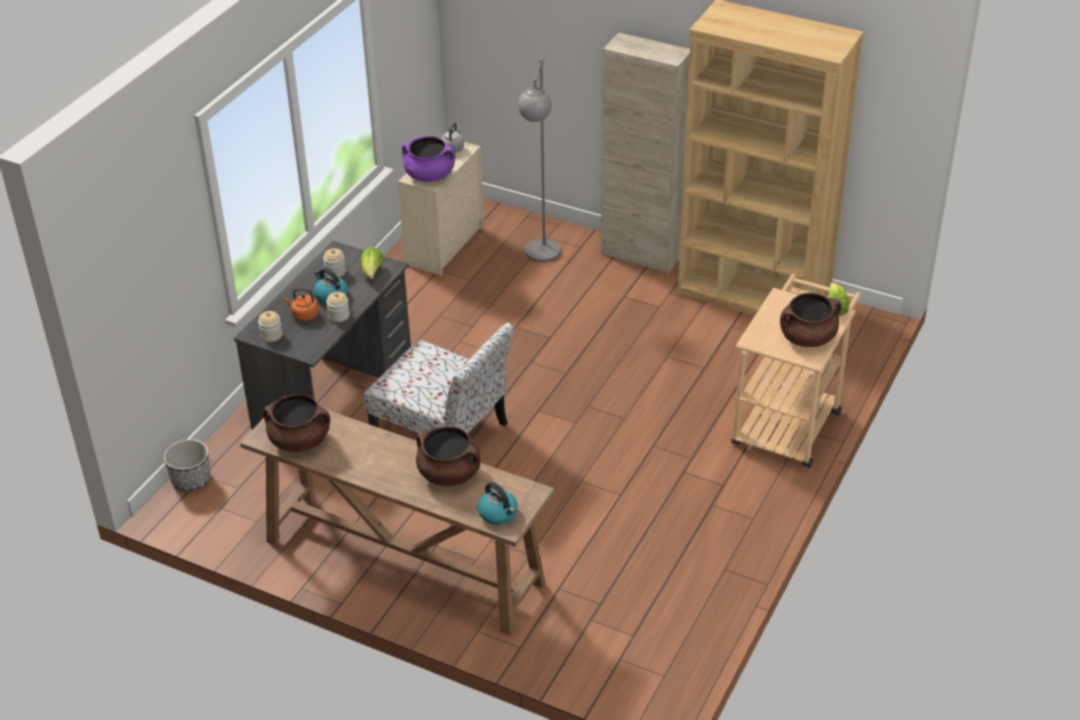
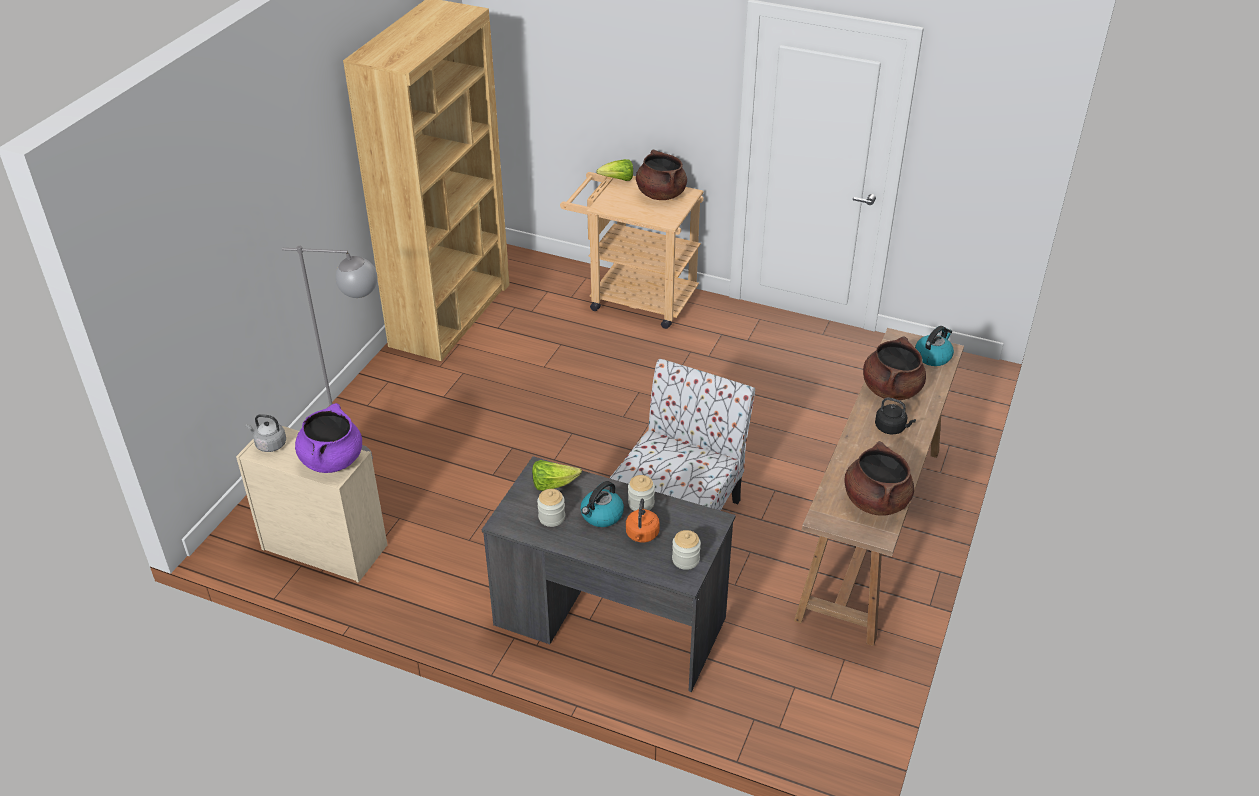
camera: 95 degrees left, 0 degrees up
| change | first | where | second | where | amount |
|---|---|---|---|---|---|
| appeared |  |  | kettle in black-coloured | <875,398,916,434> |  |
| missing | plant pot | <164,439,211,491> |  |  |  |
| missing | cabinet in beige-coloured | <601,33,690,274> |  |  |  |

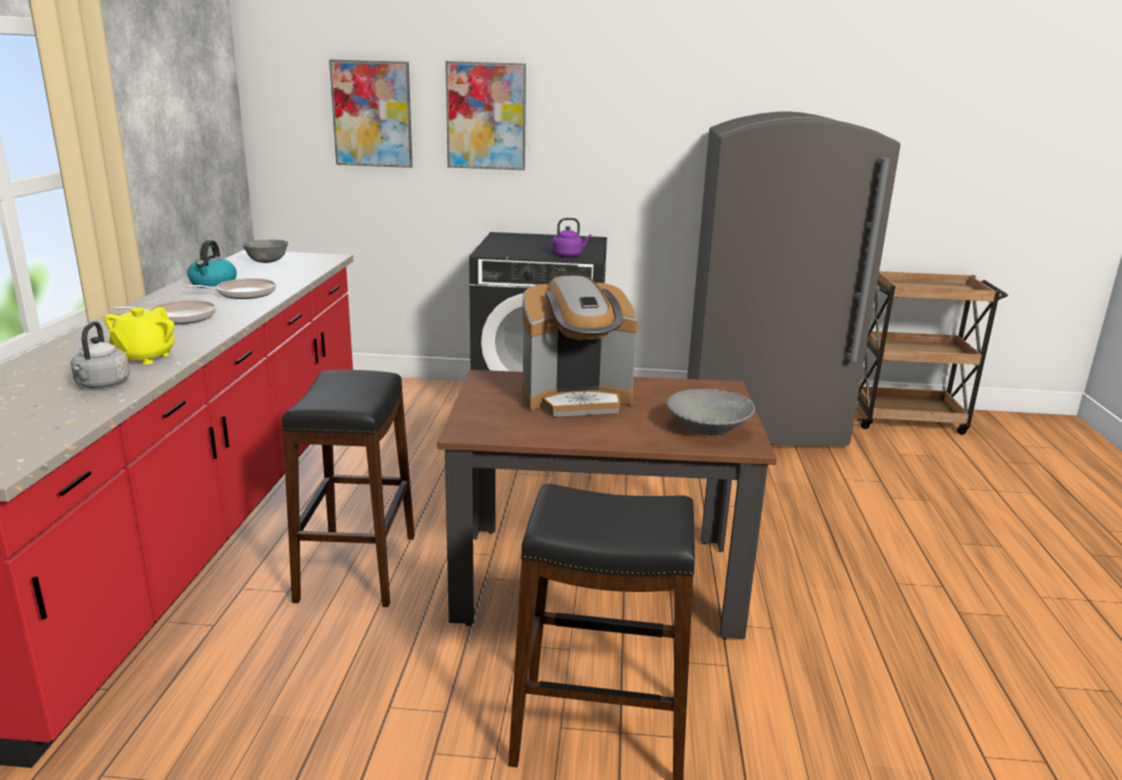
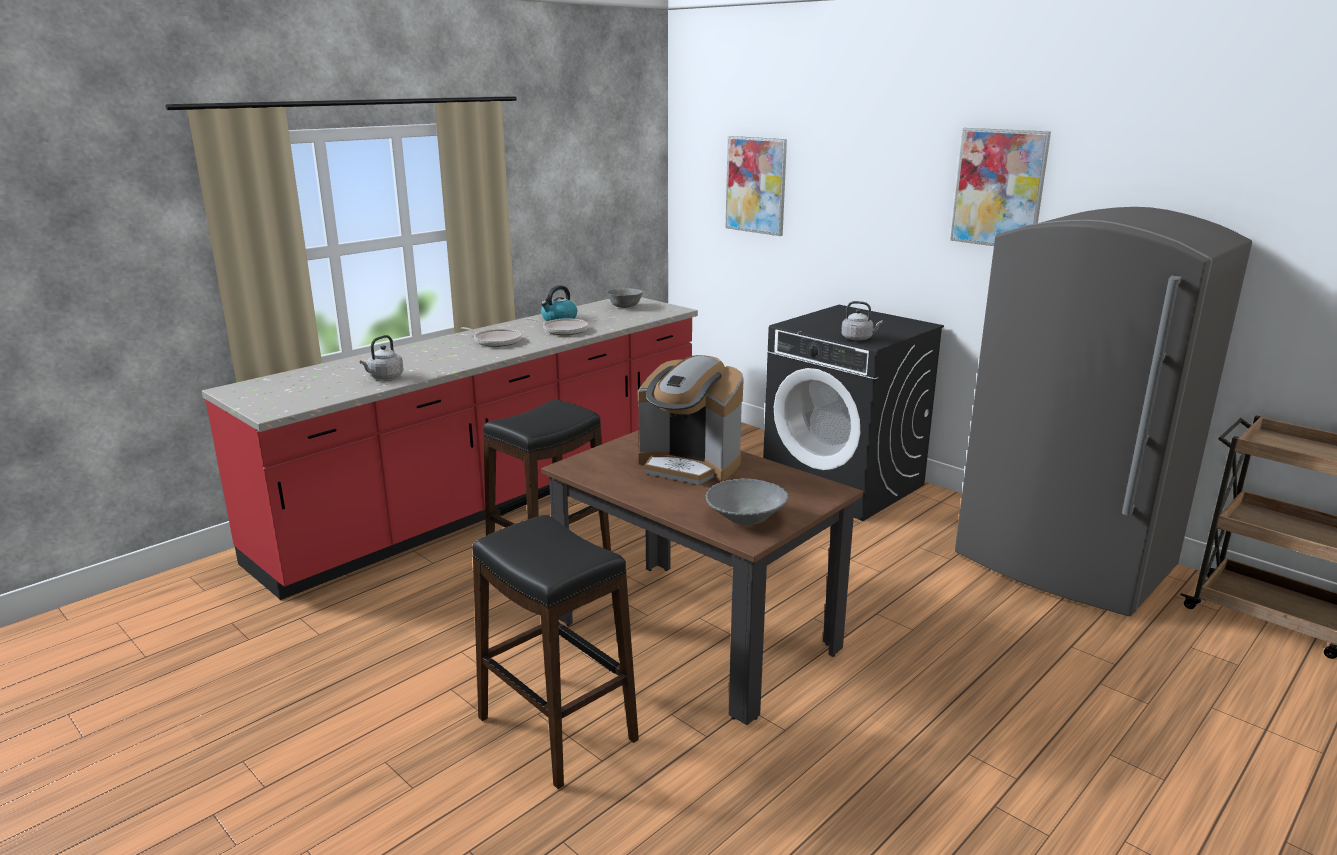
camera: 40 degrees right, 0 degrees up
| change | first | where | second | where | amount |
|---|---|---|---|---|---|
| colour | kettle in purplish | <552,218,592,258> | kettle in greyish | <841,301,883,341> |  |
| relocated | picture | <445,61,526,170> |  | <950,128,1051,246> |  |
| missing | tea pot in yellow-coloured | <104,307,174,365> |  |  |  |

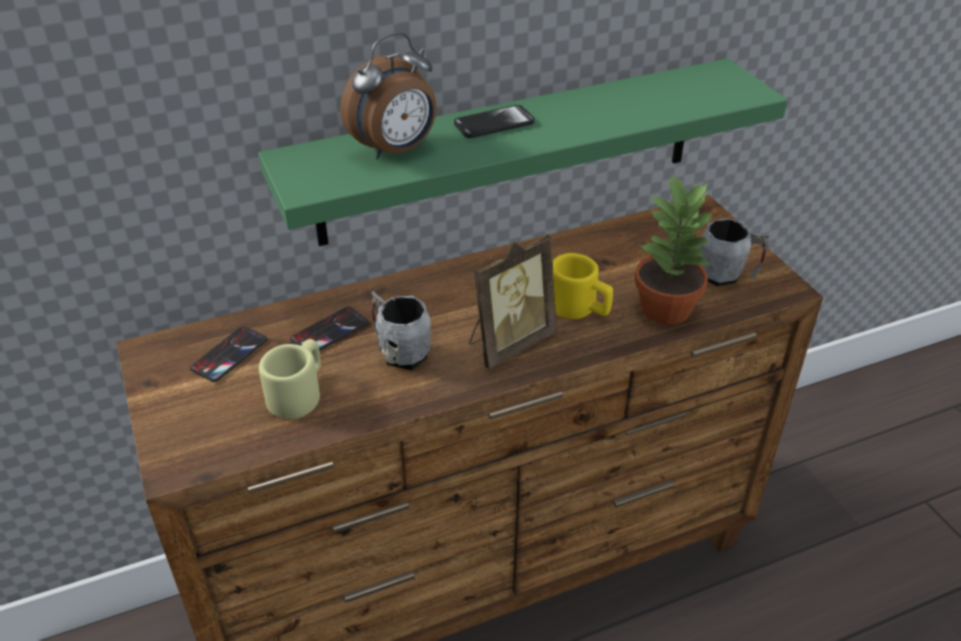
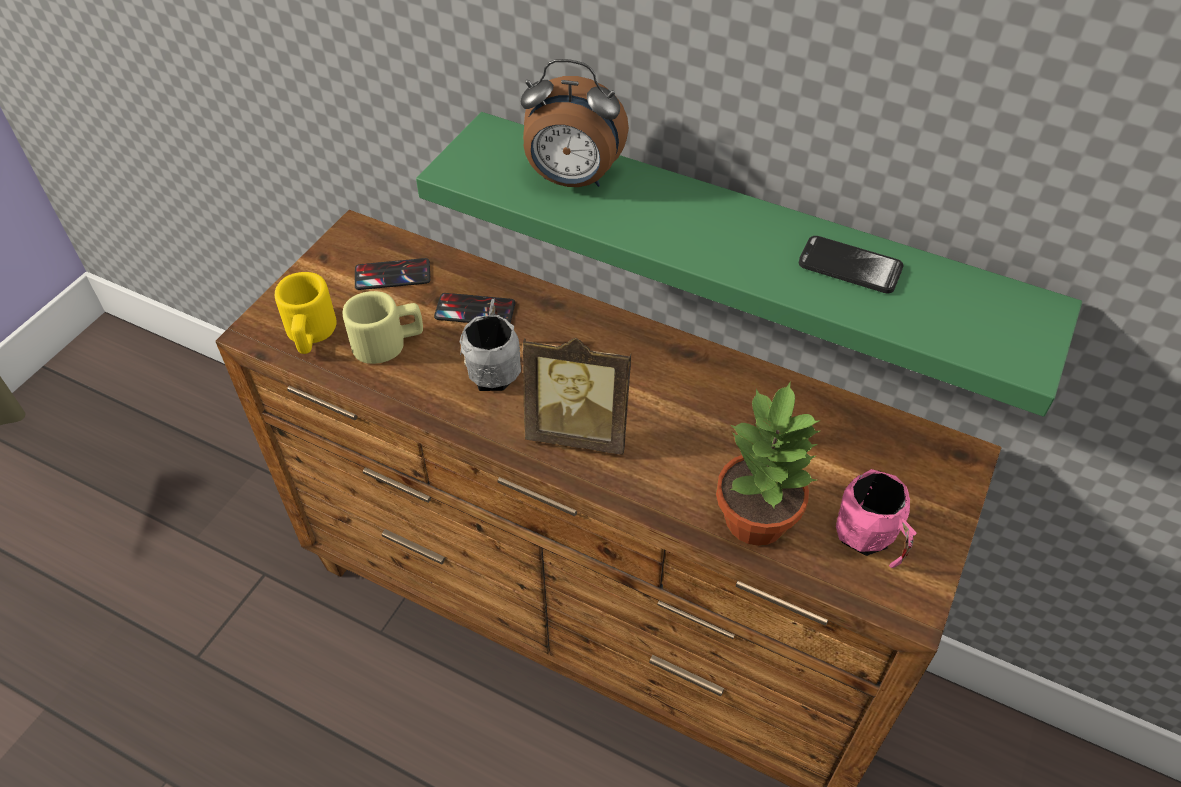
camera: 50 degrees right, 10 degrees up
| change | first | where | second | where | amount |
|---|---|---|---|---|---|
| relocated | mug in yellow-coloured | <553,253,613,319> |  | <275,272,337,354> |  |
| relocated | phone | <454,105,535,138> |  | <799,236,903,293> |  |
| colour | mug in greyish | <701,219,770,286> | mug in pink-coloured | <836,469,917,568> |  |

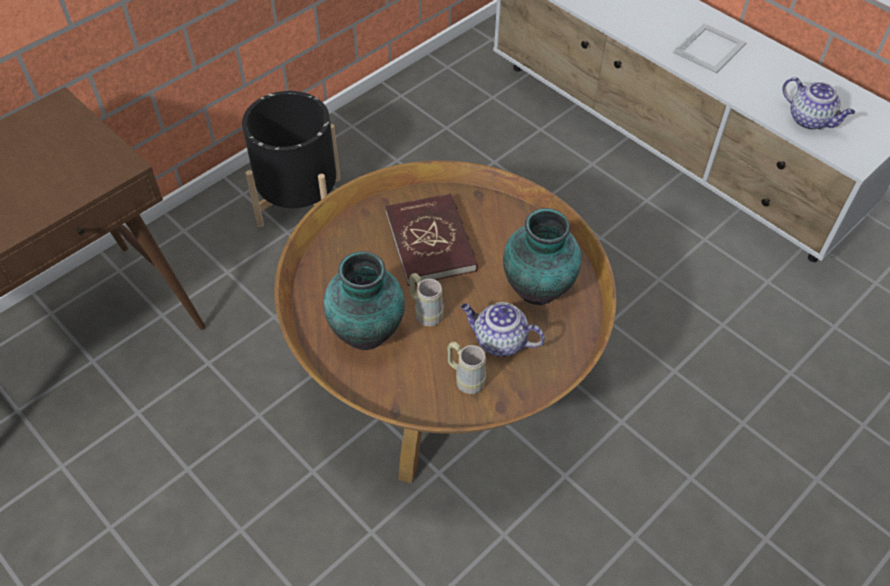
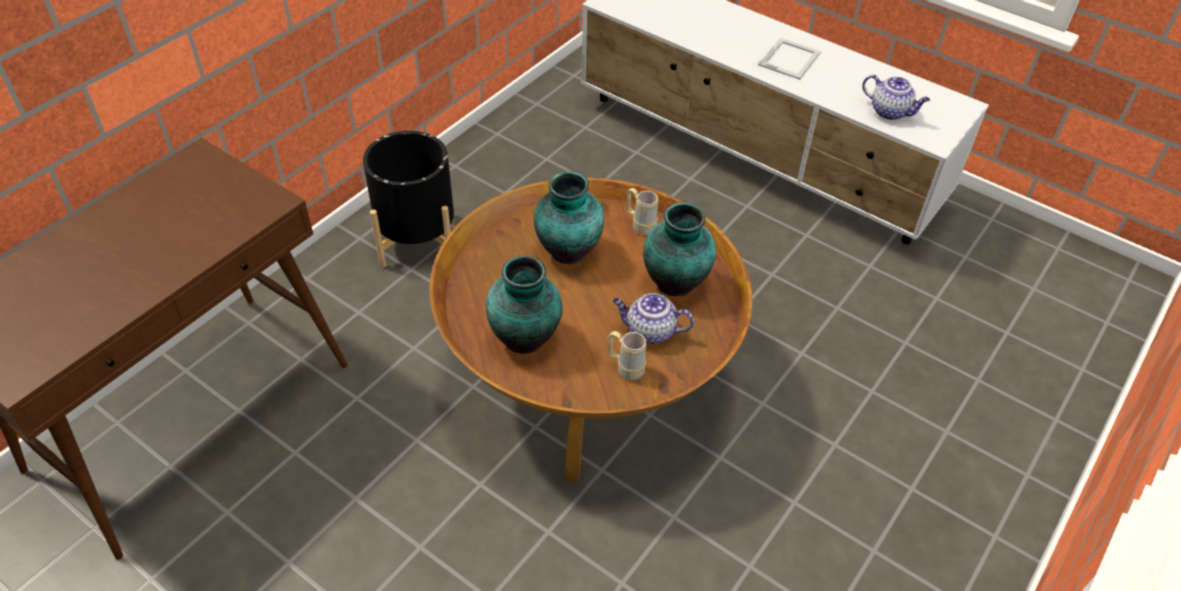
camera: 10 degrees left, 5 degrees down
| change | first | where | second | where | amount |
|---|---|---|---|---|---|
| exchanged | bound book in red-coloured | <385,193,478,286> | flower vase | <534,171,604,264> |  |
| relocated | mug in beige-coloured | <409,273,444,326> |  | <626,188,658,235> |  |

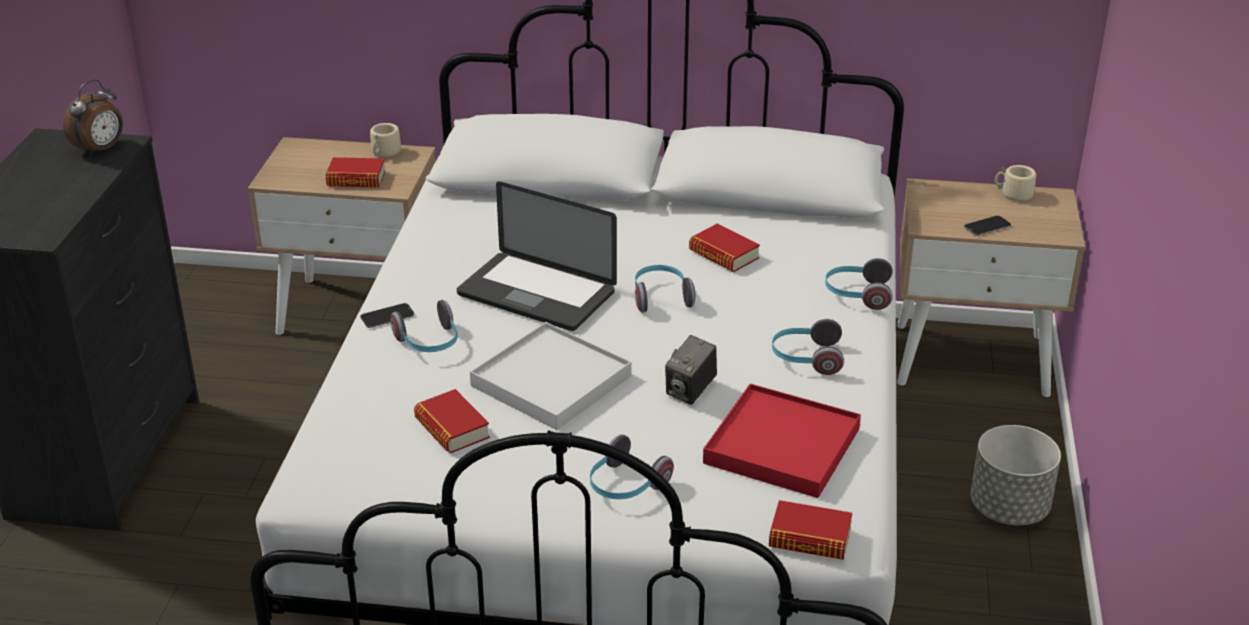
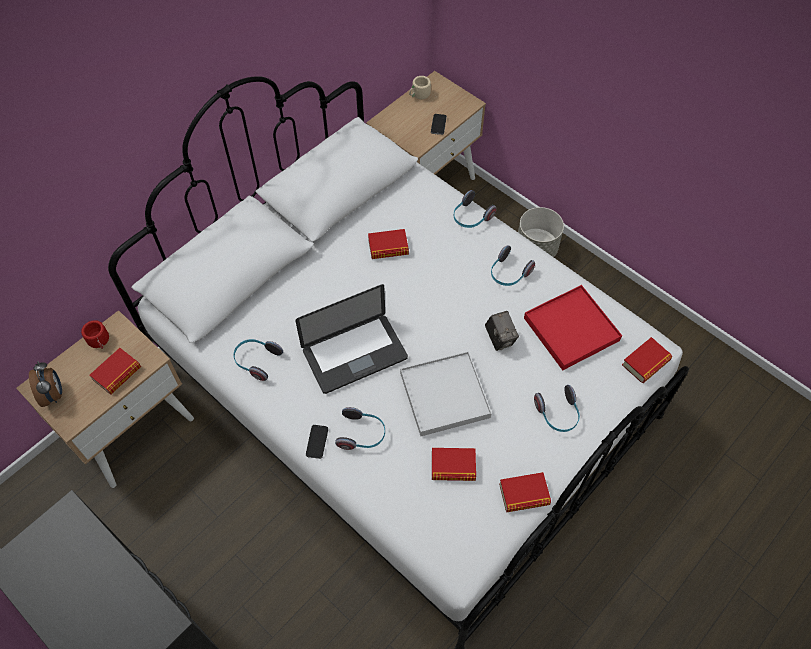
camera: 55 degrees left, 25 degrees up
| change | first | where | second | where | amount |
|---|---|---|---|---|---|
| relocated | alarm clock | <63,79,123,156> |  | <29,361,62,407> |  |
| colour | mug in beige-coloured | <370,123,410,157> | mug in red-coloured | <81,320,109,349> |  |
| relocated | headphones | <635,265,695,313> |  | <233,339,283,381> |  |
| appeared |  |  | bound book | <499,472,551,512> |  |

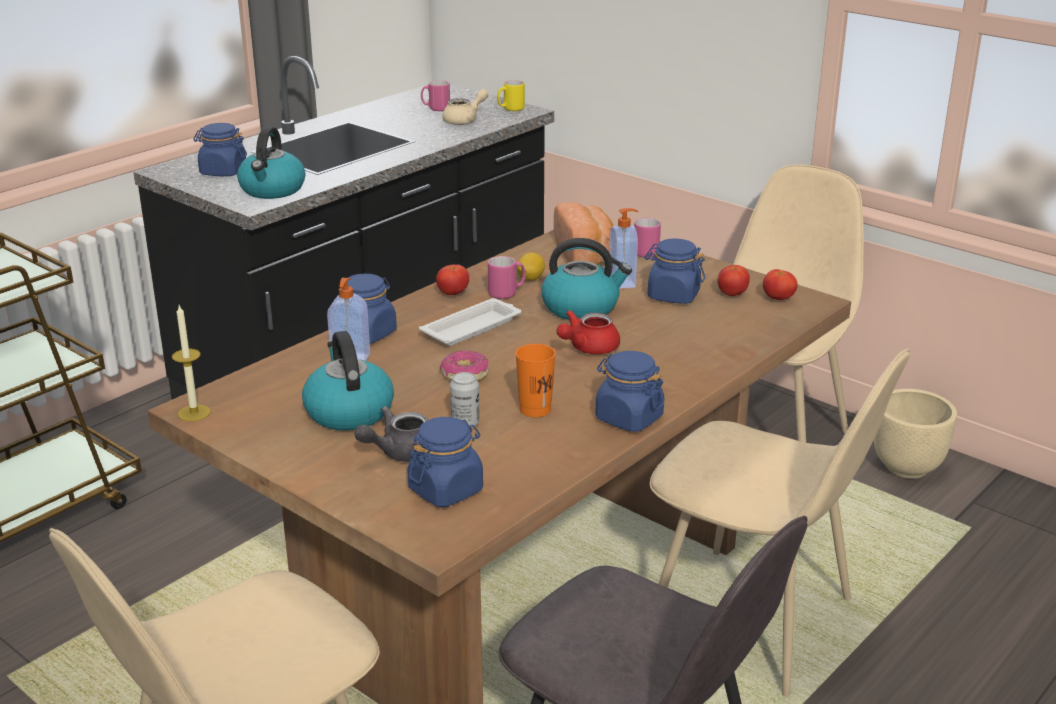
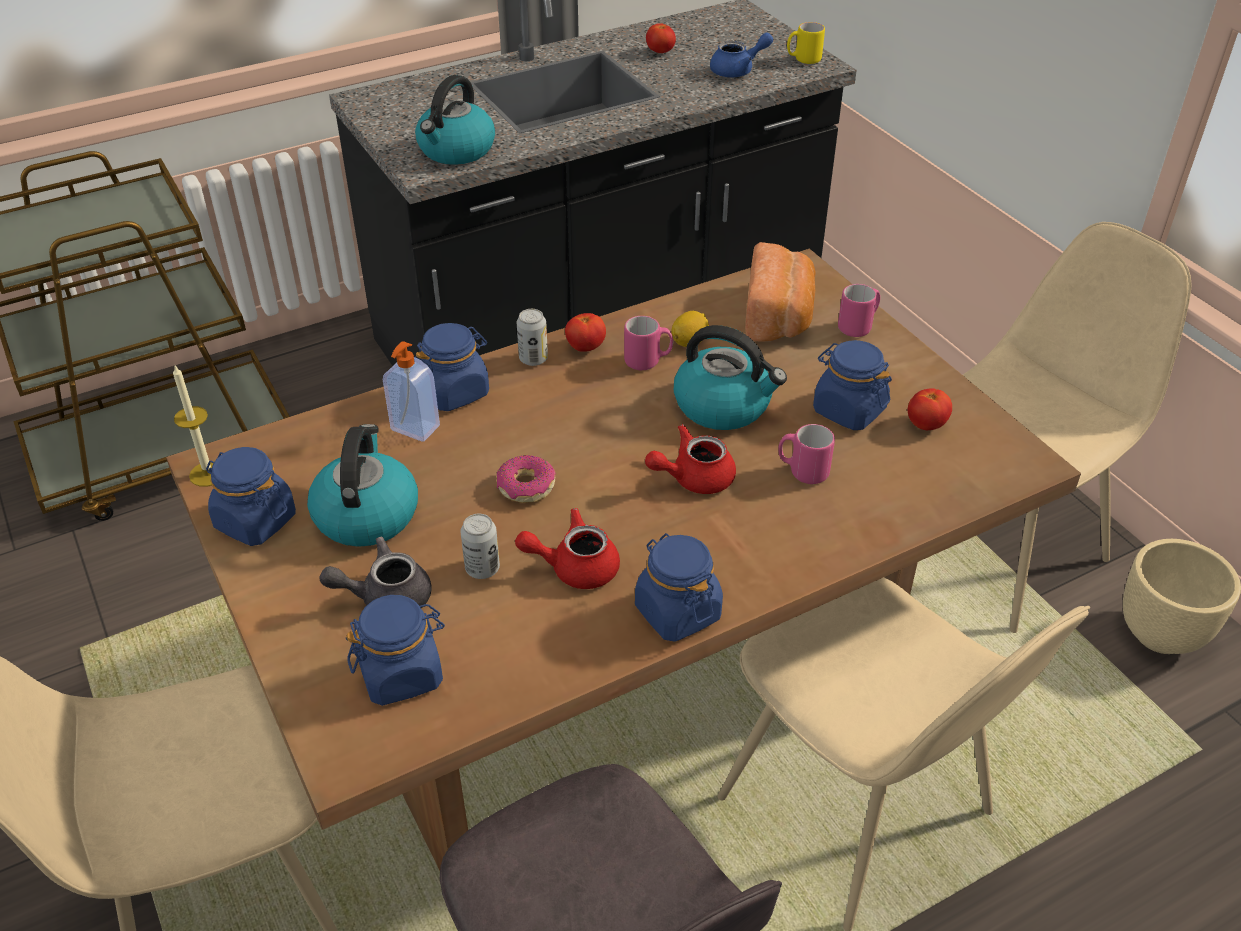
camera: 20 degrees right, 15 degrees up
| change | first | where | second | where | amount |
|---|---|---|---|---|---|
| relocated | storage jar in bluish | <193,123,247,176> |  | <206,447,296,546> |  |
| exchanged | small cup in orange | <516,344,556,417> | tea pot in red-coloured | <515,508,620,589> |  |
| appeared |  |  | sealed can | <517,309,548,366> |  |
| relocated | tomato | <763,269,798,300> |  | <646,23,676,53> |  |
| colour | tea pot in beige-coloured | <442,89,488,125> | tea pot in bluish | <710,32,773,77> |  |
| relocated | mug in pink-coloured | <421,80,450,111> |  | <778,424,835,484> |  |
| missing | serving tray in white-coloured | <419,298,521,346> |  |  |  |
| missing | soap bottle | <609,208,638,289> |  |  |  |

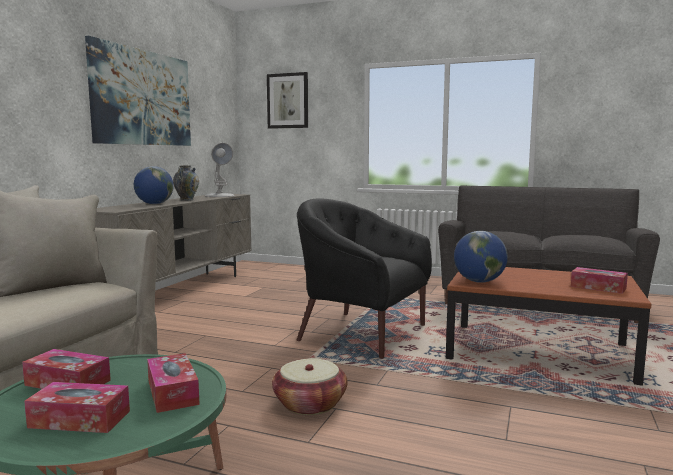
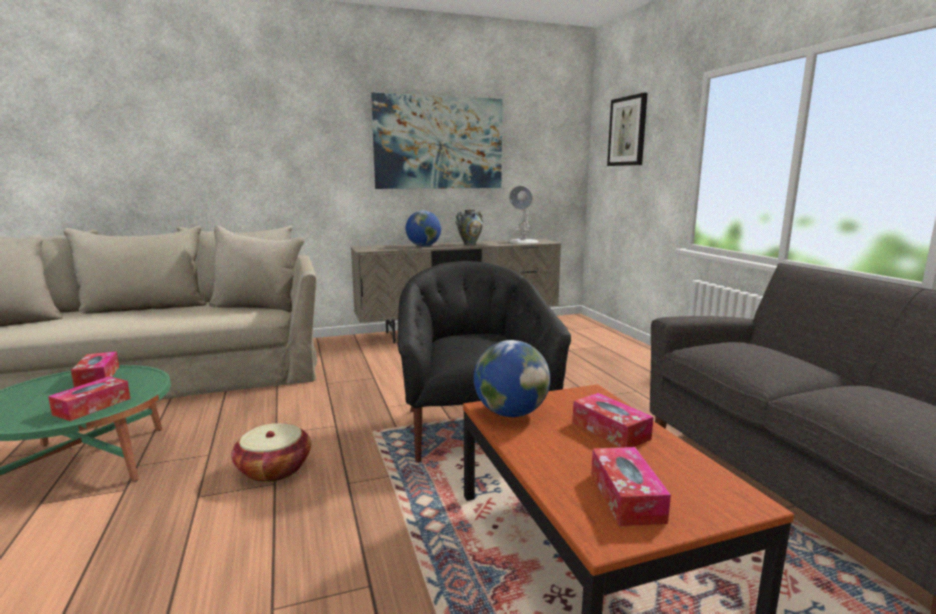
camera: 50 degrees right, 5 degrees up
| change | first | where | second | where | amount |
|---|---|---|---|---|---|
| relocated | tissue holder | <24,382,130,433> |  | <572,393,654,447> |  |

